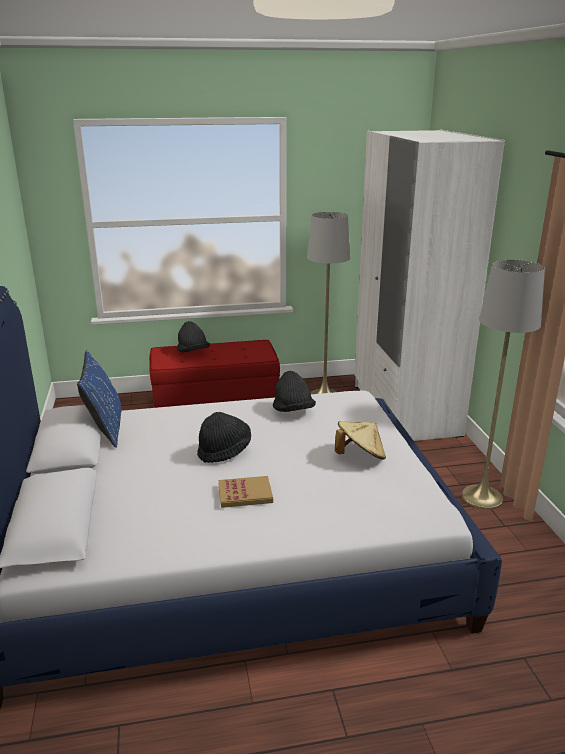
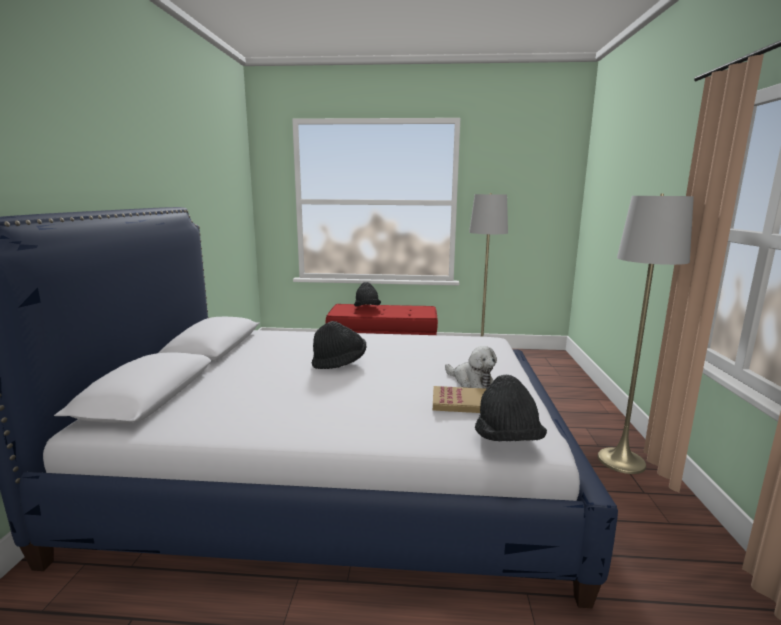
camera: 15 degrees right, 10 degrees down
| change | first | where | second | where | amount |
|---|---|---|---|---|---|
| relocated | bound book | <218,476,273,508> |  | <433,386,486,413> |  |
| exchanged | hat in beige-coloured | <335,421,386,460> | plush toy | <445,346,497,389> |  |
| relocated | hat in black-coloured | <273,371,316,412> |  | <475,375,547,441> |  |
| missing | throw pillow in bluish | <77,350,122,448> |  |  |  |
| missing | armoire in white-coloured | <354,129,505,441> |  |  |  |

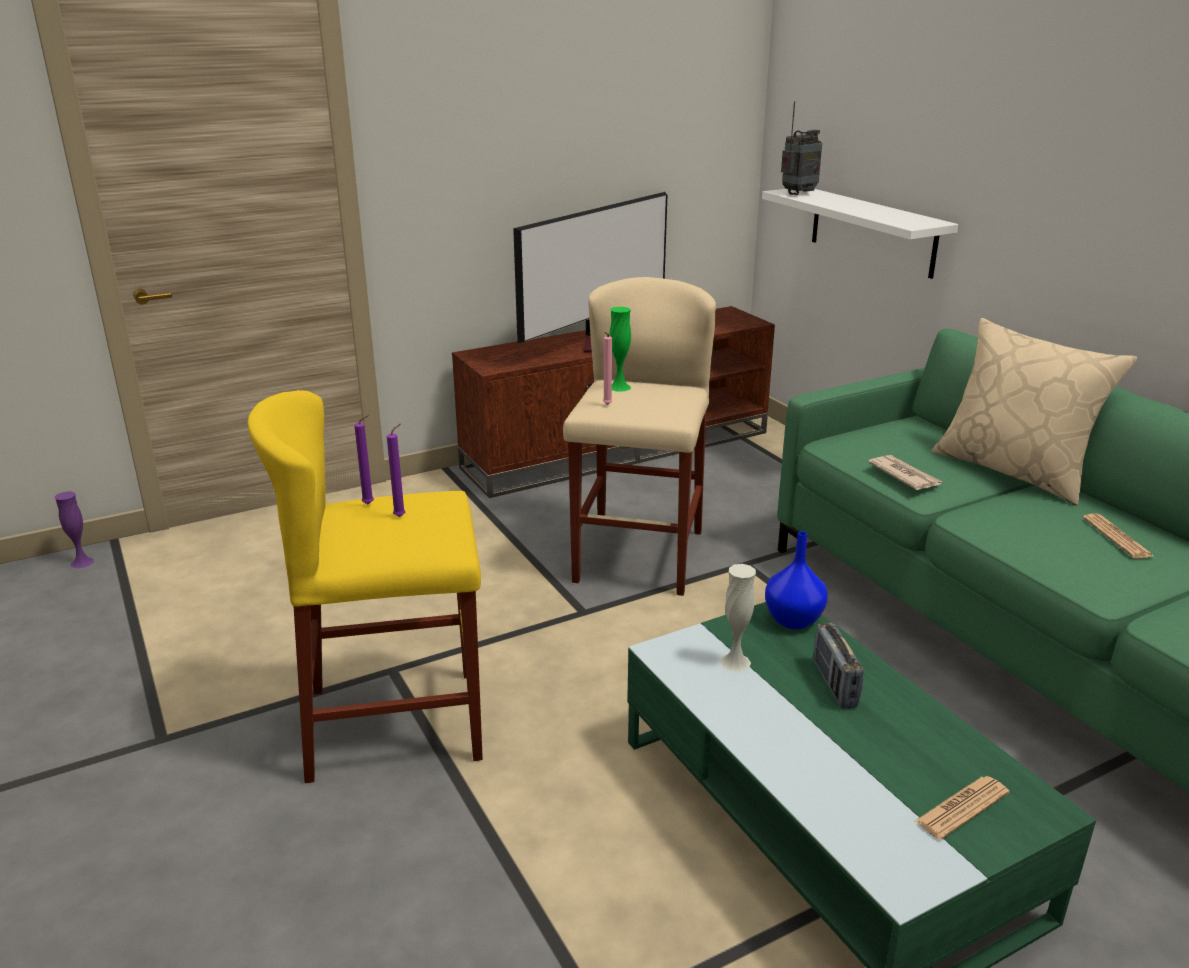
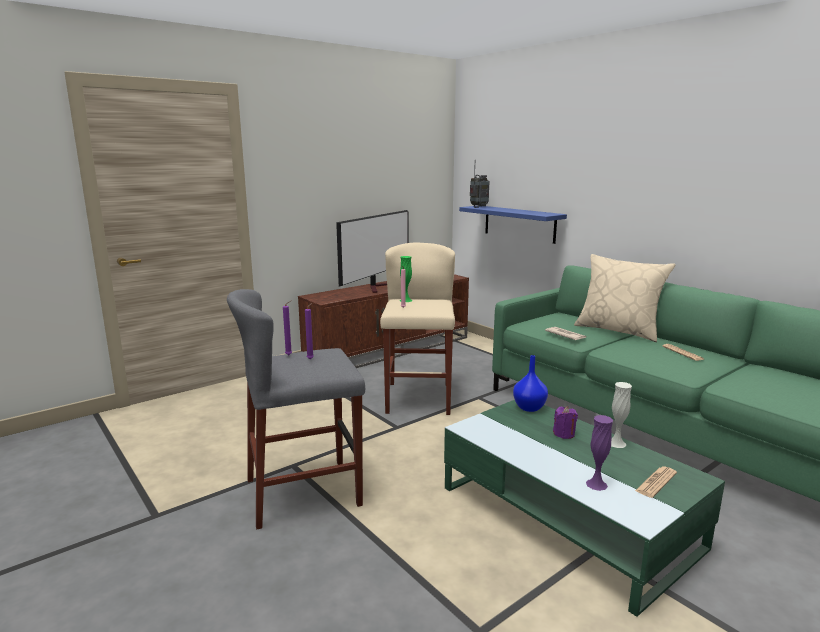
camera: 10 degrees left, 10 degrees down
| change | first | where | second | where | amount |
|---|---|---|---|---|---|
| colour | stool seat in yellow-coloured | <248,390,483,783> | stool seat in greyish | <227,289,365,529> |  |
| colour | bracket shelf in white-coloured | <762,189,958,279> | bracket shelf in bluish | <459,206,567,244> |  |
| exchanged | radio | <813,622,864,708> | candle in purplish | <553,406,578,439> |  |
| relocated | flower vase in purplish | <54,491,94,568> |  | <586,415,613,491> |  |
| relocated | flower vase in white-coloured | <720,564,756,671> |  | <611,382,632,448> |  |

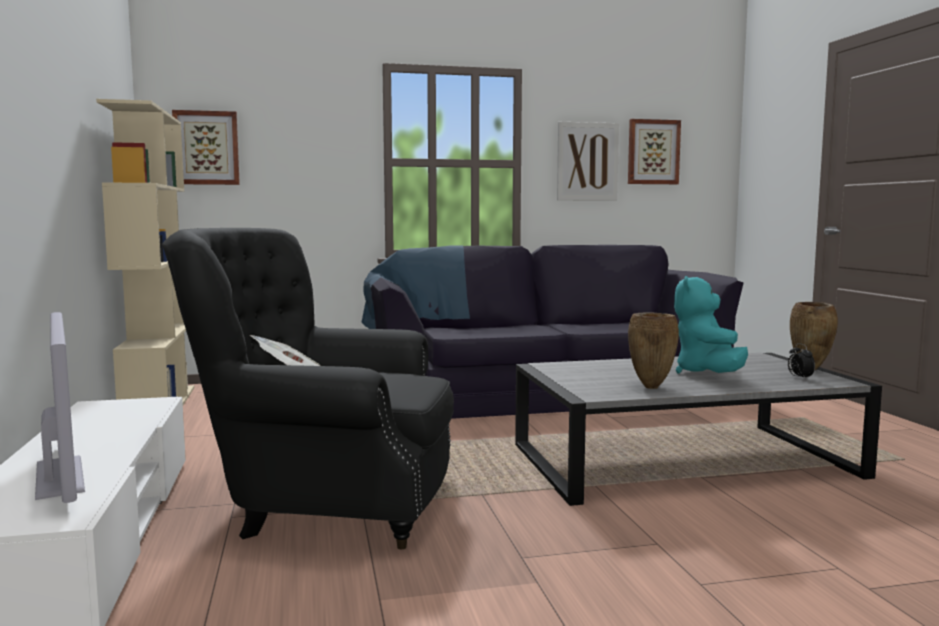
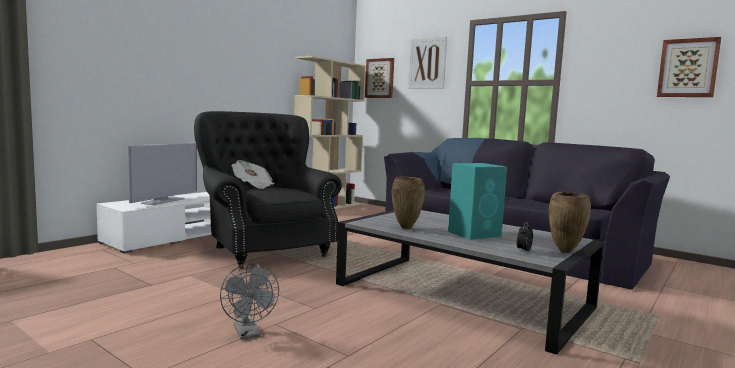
camera: 50 degrees right, 0 degrees up
| change | first | where | second | where | amount |
|---|---|---|---|---|---|
| appeared |  |  | fan in greyish | <220,263,279,340> |  |
| relocated | picture | <557,122,619,201> |  | <408,37,447,89> |  |
| exchanged | plush toy in turquoise | <674,276,748,373> | speaker in turquoise | <448,163,507,240> |  |

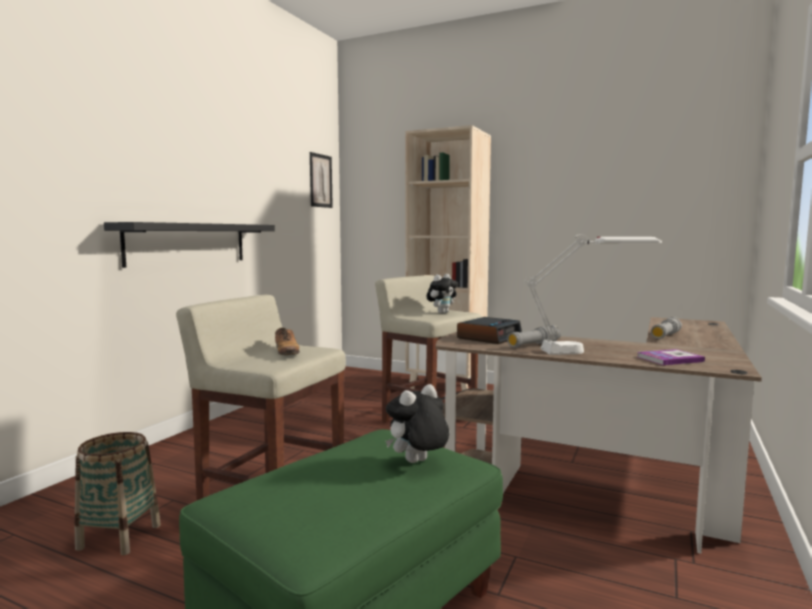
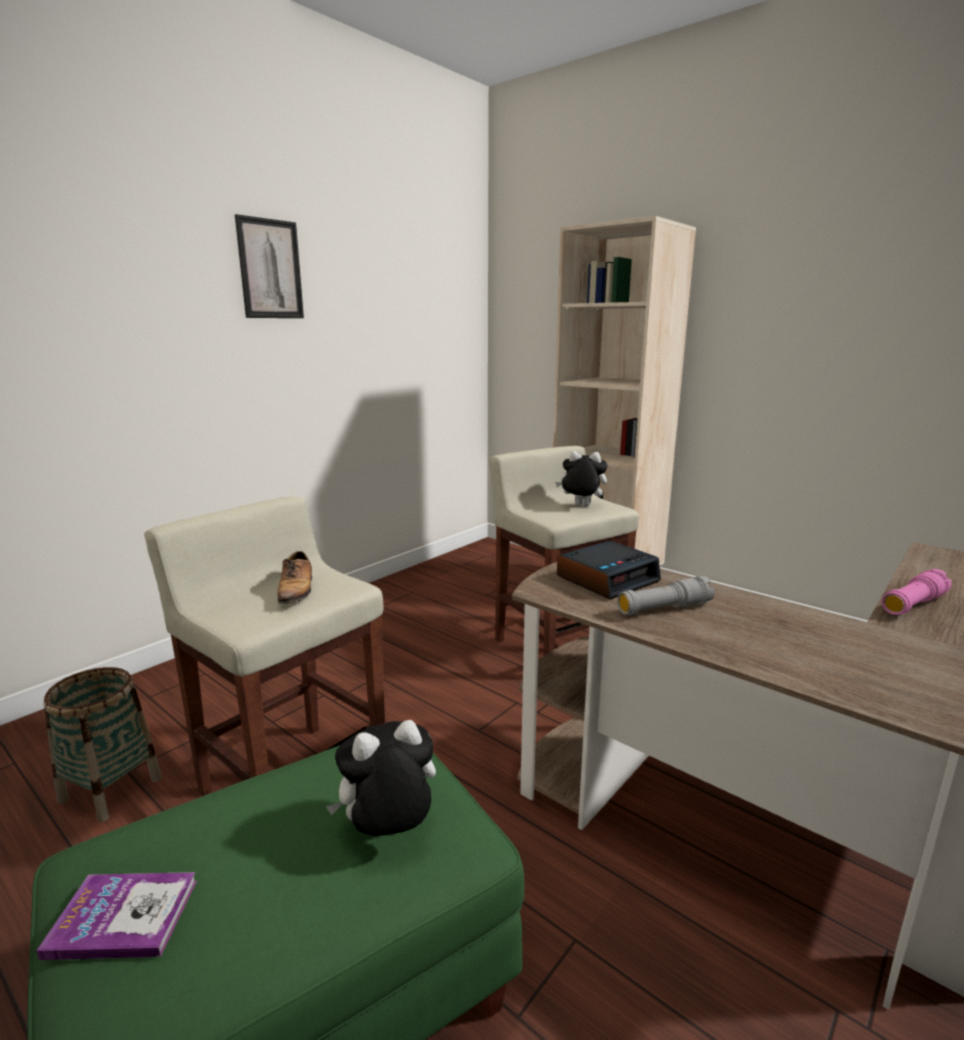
camera: 15 degrees right, 10 degrees up
| change | first | where | second | where | amount |
|---|---|---|---|---|---|
| relocated | bound book | <638,349,705,365> |  | <36,872,197,960> |  |
| relocated | picture | <310,152,333,208> |  | <235,214,304,318> |  |
| spun | plush toy | <427,274,458,314> |  | <555,451,607,506> | 135 degrees counterclockwise |
| colour | hand torch in greyish | <651,317,682,339> | hand torch in pink-coloured | <882,569,952,615> |  |
| missing | bracket shelf in black-coloured | <104,222,275,268> |  |  |  |
| missing | tabletop lamp in white-coloured | <525,235,662,355> |  |  |  |

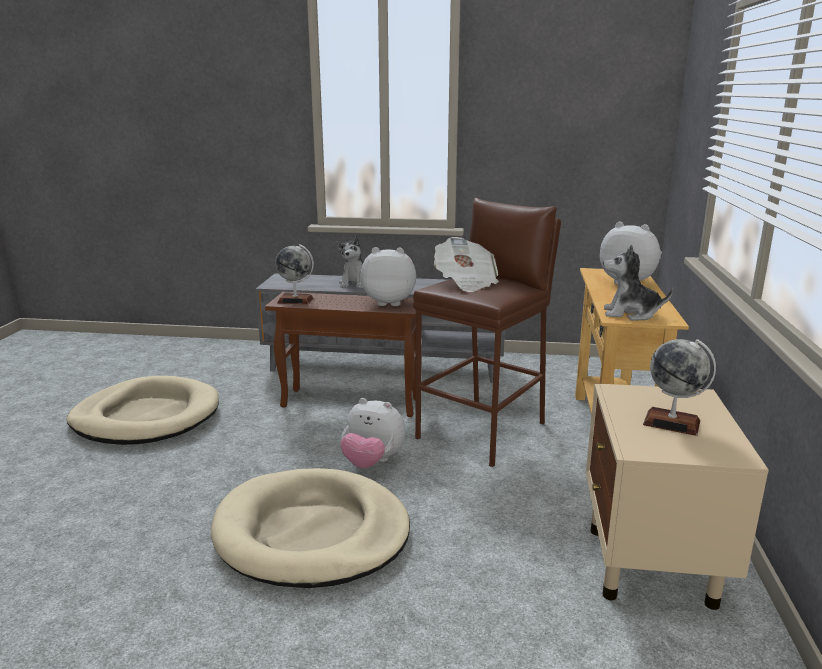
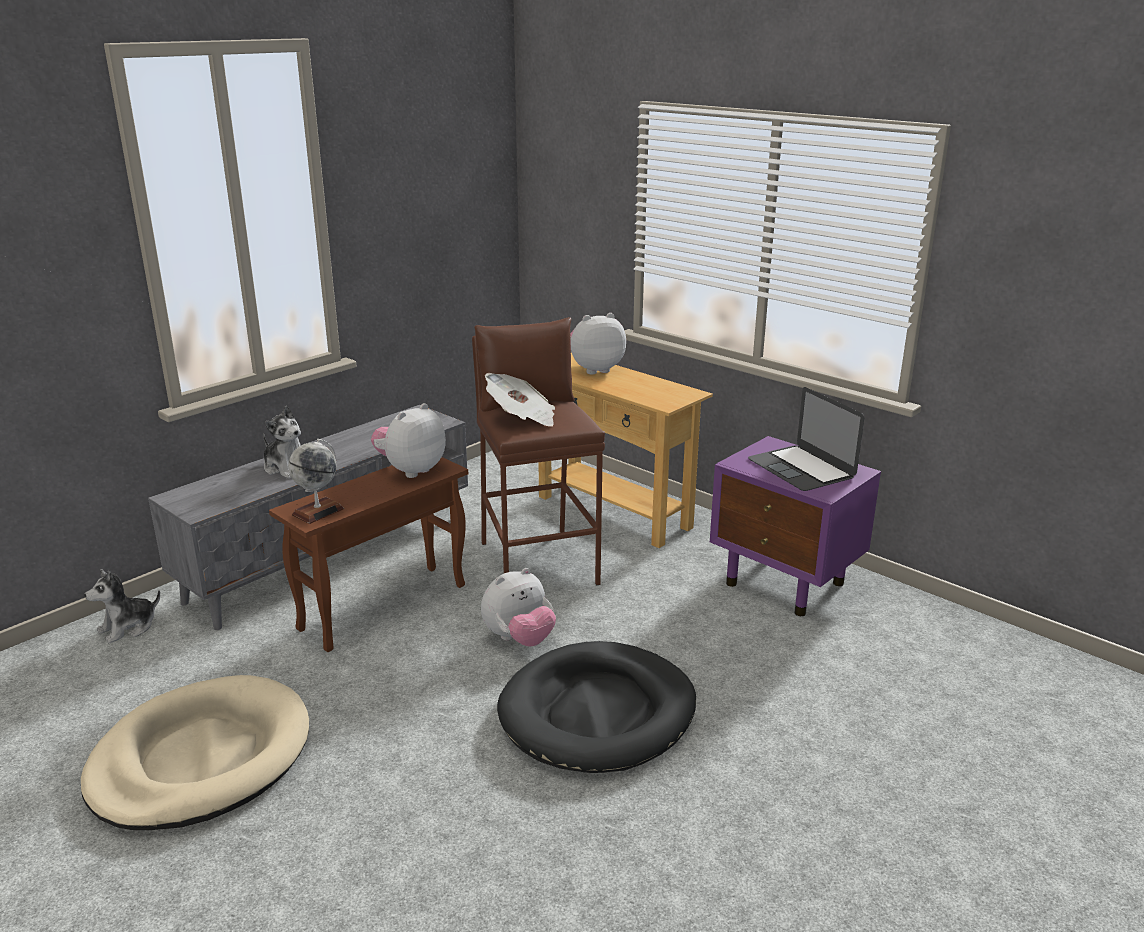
camera: 55 degrees left, 5 degrees up
| change | first | where | second | where | amount |
|---|---|---|---|---|---|
| relocated | plush toy | <603,245,673,321> |  | <84,569,160,643> |  |
| colour | dog cushion in beige-coloured | <211,468,410,588> | dog cushion in black-coloured | <497,641,696,773> |  |
| colour | bedside table in beige-coloured | <586,384,769,610> | bedside table in purplish | <710,436,881,616> |  |
| exchanged | world globe | <643,339,716,436> | notebook computer | <748,387,864,491> |  |

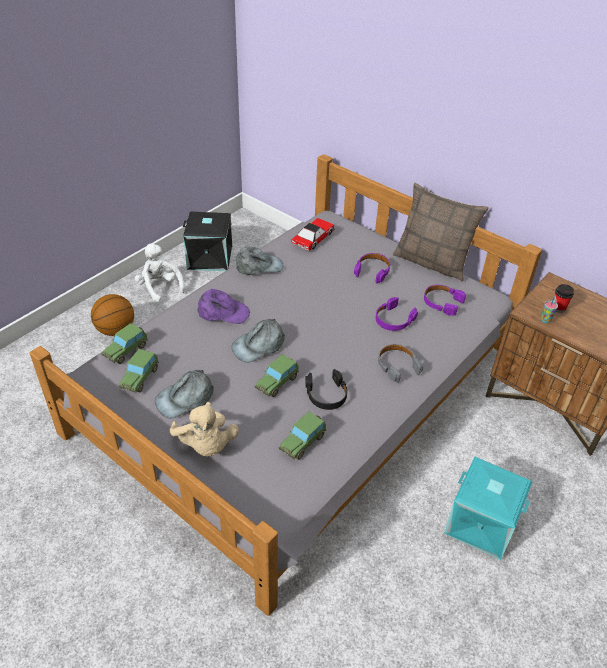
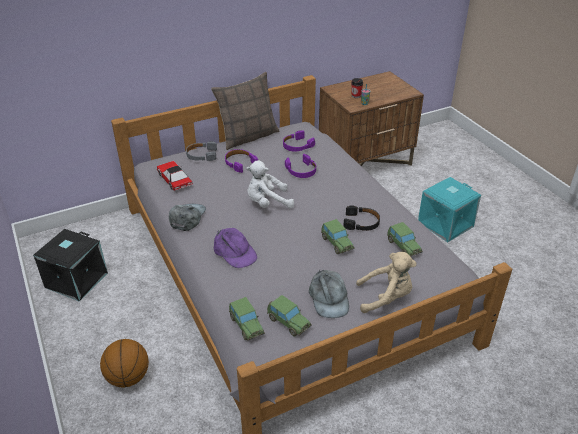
camera: 65 degrees left, 5 degrees down
| change | first | where | second | where | amount |
|---|---|---|---|---|---|
| relocated | headphones in greyish | <378,344,423,383> |  | <186,141,217,161> |  |
| spun | peaked cap in purplish | <197,289,250,324> |  | <214,228,257,268> | 105 degrees clockwise |
| relocated | plush toy in white-coloured | <135,243,185,303> |  | <246,161,294,208> |  |
| missing | peaked cap in greyish | <231,319,285,363> |  |  |  |

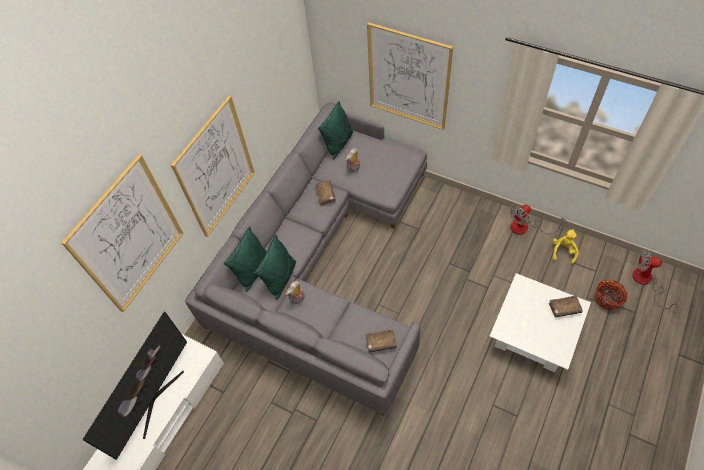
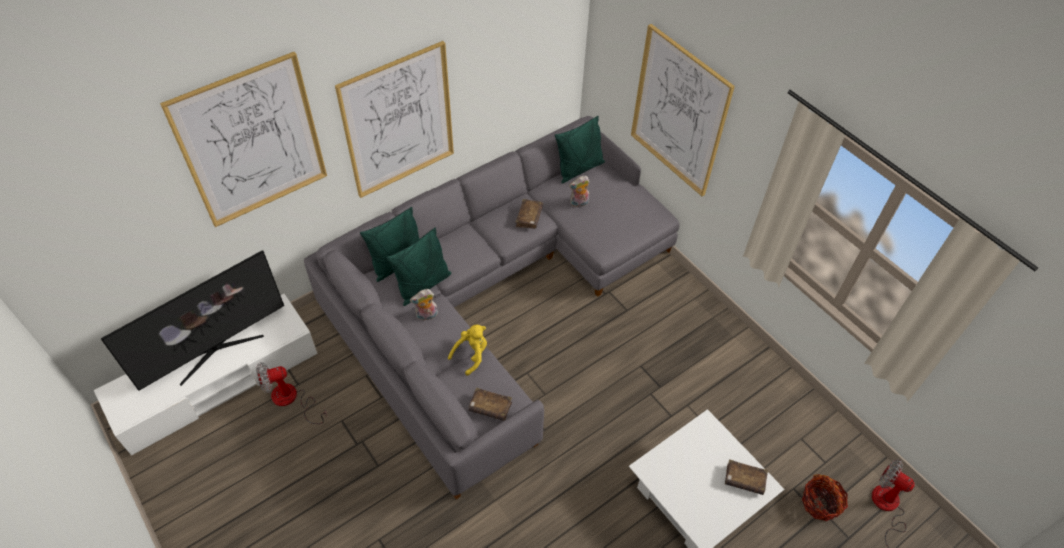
camera: 20 degrees right, 5 degrees down
| change | first | where | second | where | amount |
|---|---|---|---|---|---|
| relocated | fan | <510,205,566,235> |  | <256,362,327,424> |  |
| relocated | plush toy in yellow-coloured | <552,229,579,265> |  | <448,325,487,376> |  |

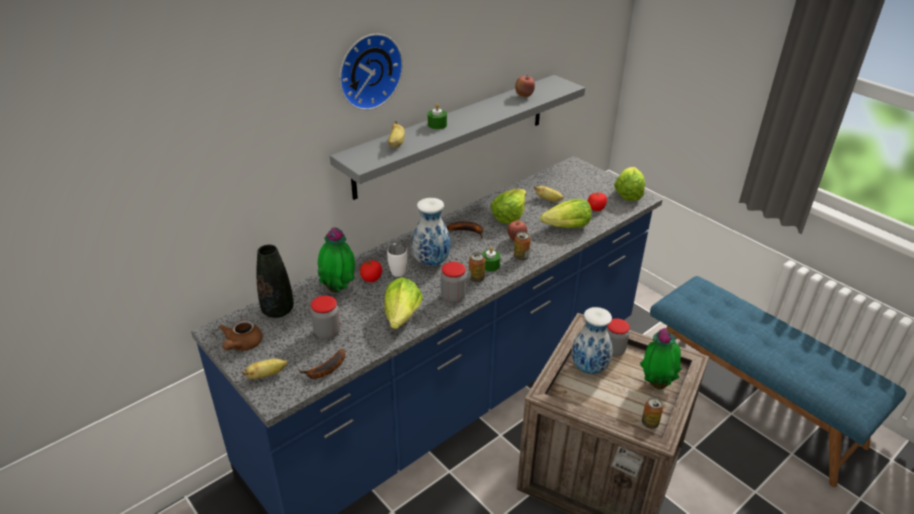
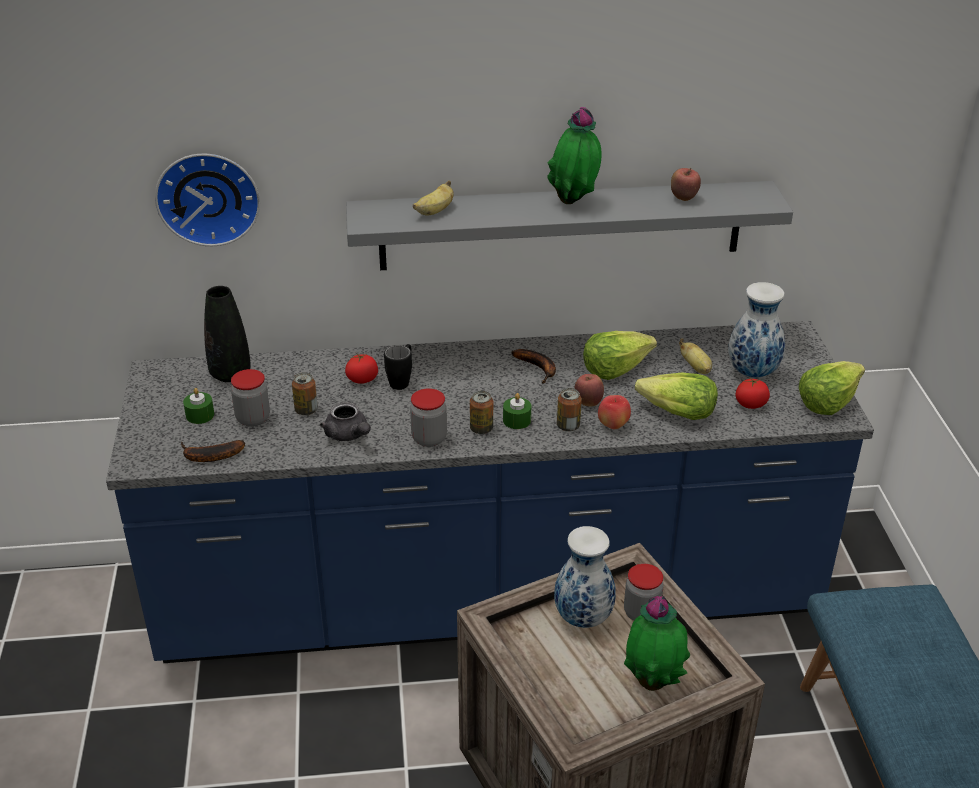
camera: 35 degrees right, 0 degrees up
| change | first | where | second | where | amount |
|---|---|---|---|---|---|
| relocated | wall clock | <339,34,403,110> |  | <155,154,260,246> |  |
| relocated | candle in greenish | <428,104,447,130> |  | <183,388,214,424> |  |
| relocated | sealed can | <642,397,663,429> |  | <292,373,318,416> |  |
| exchanged | lettuce | <384,277,423,329> | tea pot in greyish | <320,402,371,441> |  |
| colour | mug in white-coloured | <387,243,407,277> | mug in black-coloured | <384,344,412,390> |  |
| relocated | plant in a pot | <318,227,355,293> |  | <547,107,602,204> |  |
| appeared |  |  | apple fruit | <598,395,631,429> |  |
| relocated | flower vase | <411,198,451,266> |  | <728,282,785,378> |  |
| missing | tea pot in brown-coloured | <219,320,263,351> |  |  |  |
| missing | banana | <242,358,288,379> |  |  |  |

